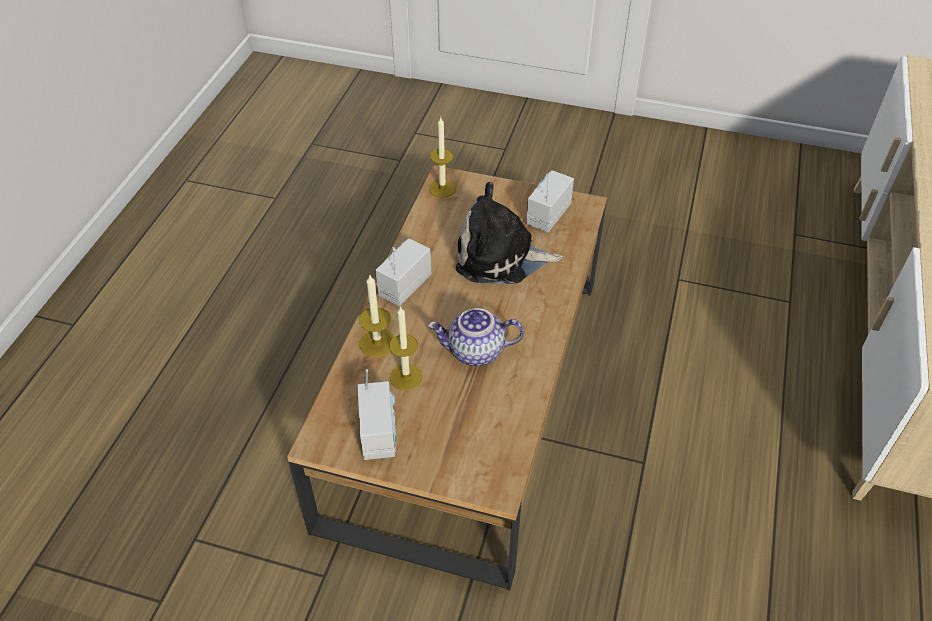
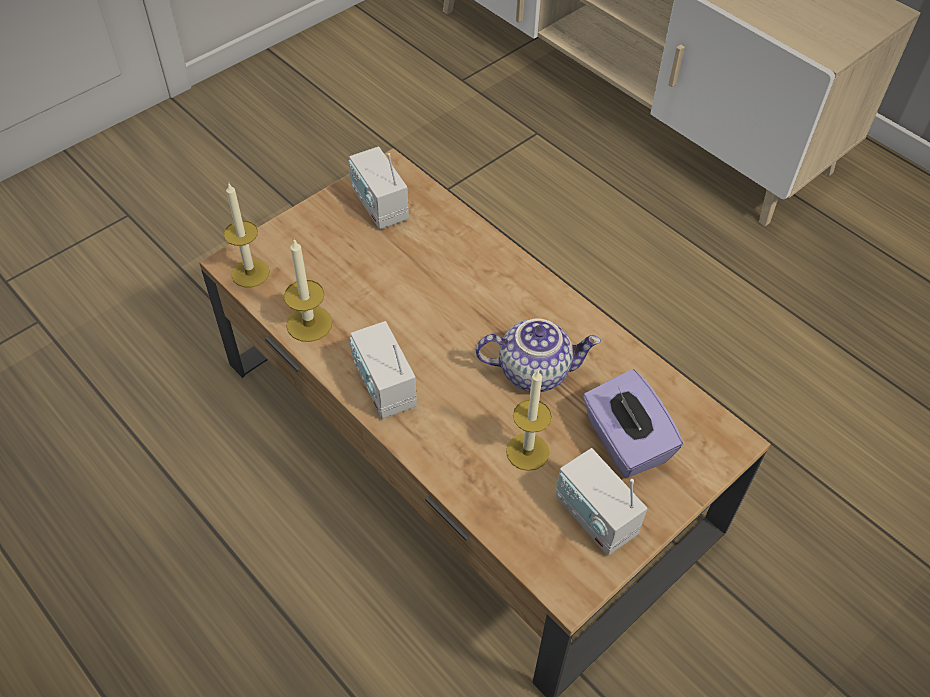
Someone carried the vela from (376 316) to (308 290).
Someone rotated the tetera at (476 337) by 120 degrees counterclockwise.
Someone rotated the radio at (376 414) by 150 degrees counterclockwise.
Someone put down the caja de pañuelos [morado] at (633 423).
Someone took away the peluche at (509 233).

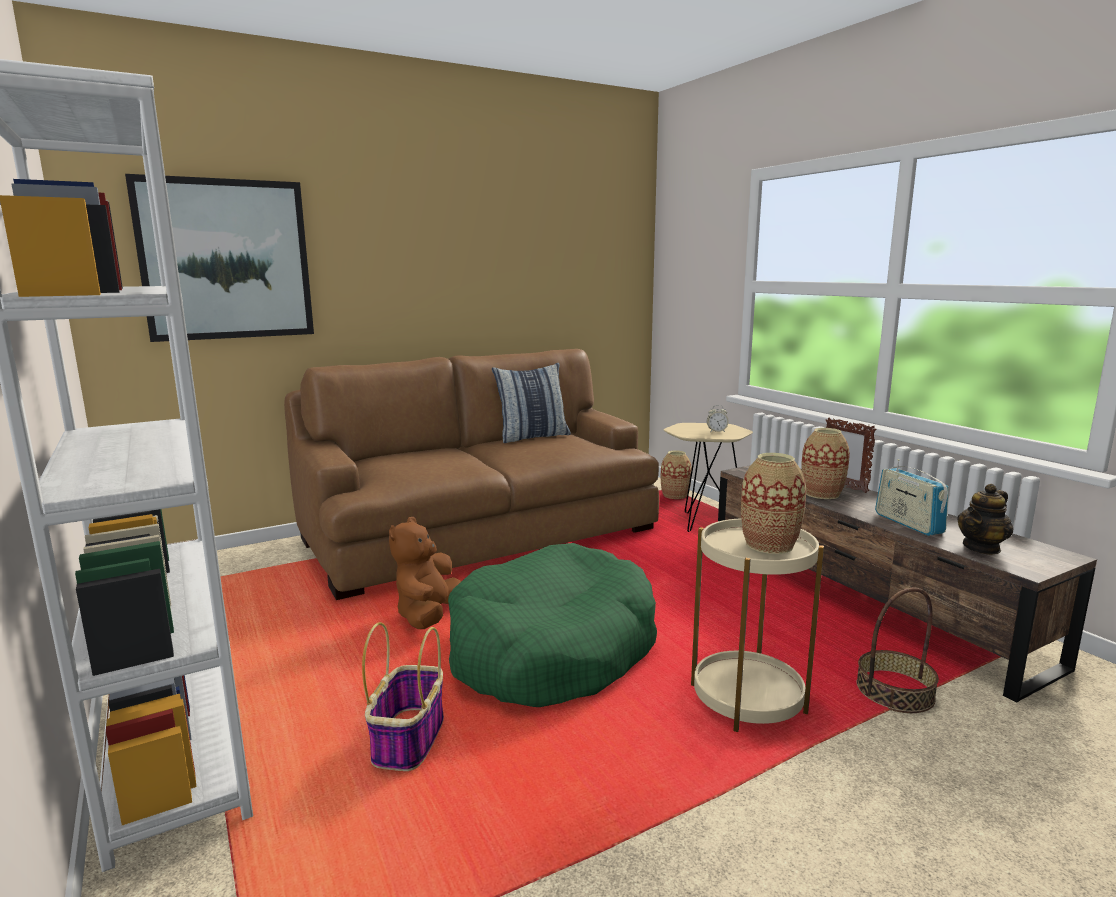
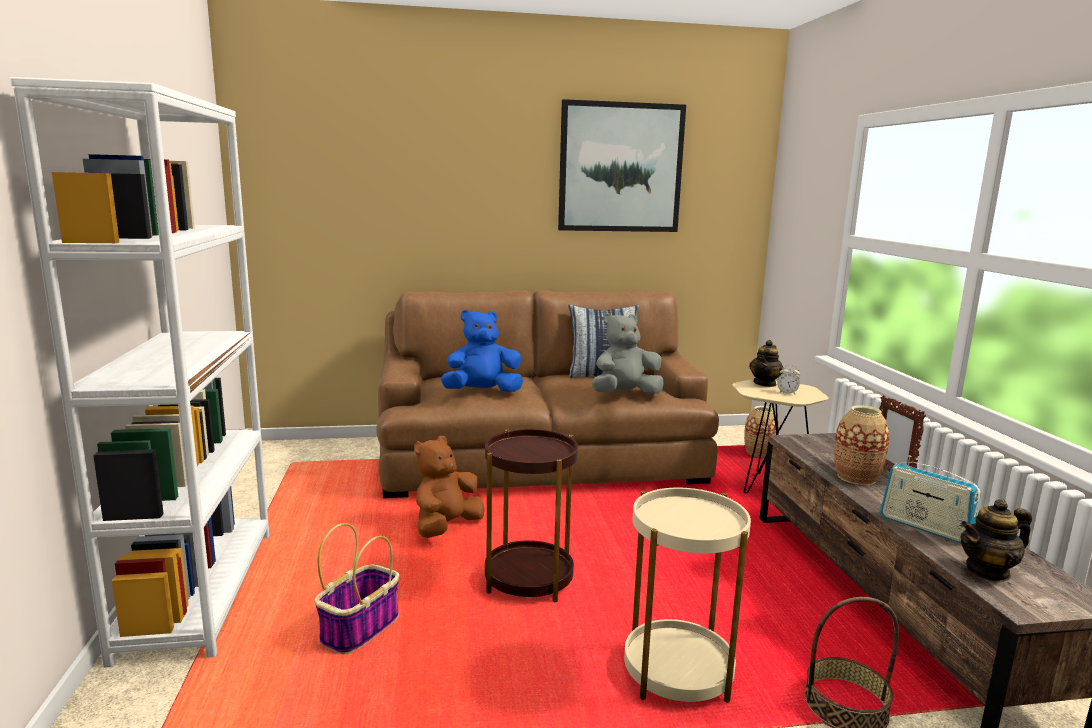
Someone put down the peluche [azul] at (482 351).
Someone swapped the cama para perro [verde] at (552 625) for the mesa auxiliar [marrón] at (531 516).
Someone carried the cuadro from (219 258) to (622 165).
Someone put down the peluche [gris] at (628 353).
Someone put down the tetera at (766 363).
Someone rotated the radio at (912 497) by 45 degrees counterclockwise.
Someone took away the florero at (773 503).

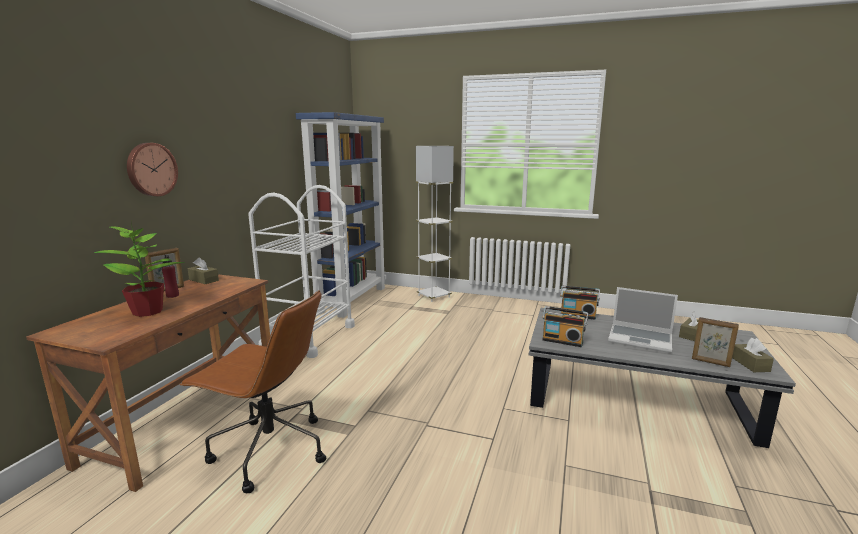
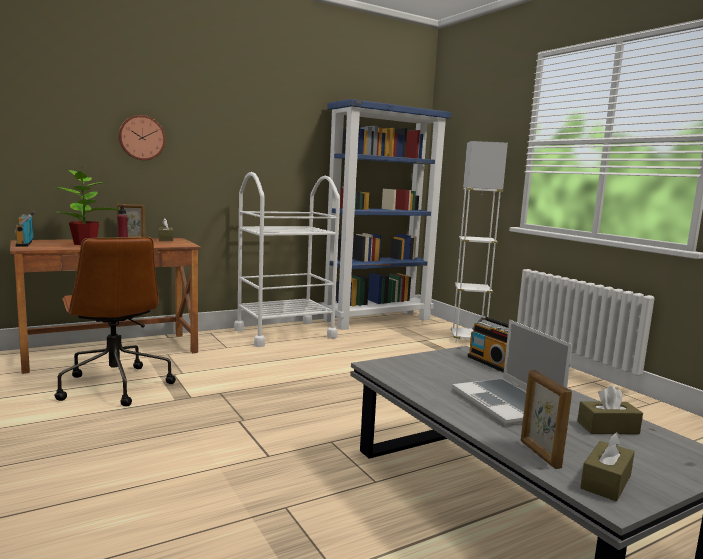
Someone carried the radio from (565 326) to (25 229).

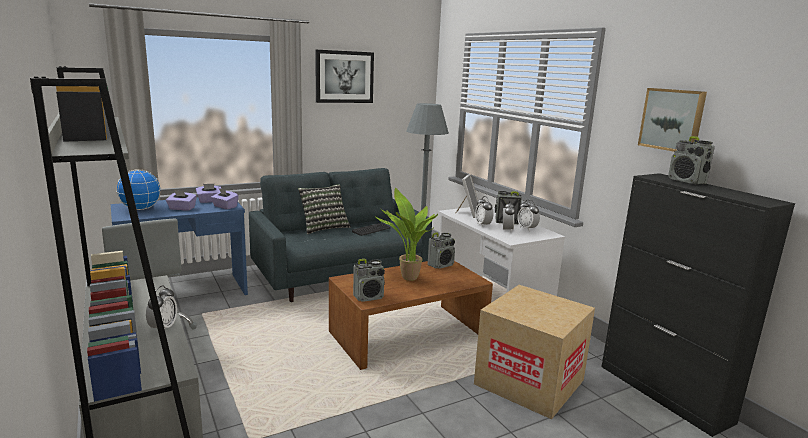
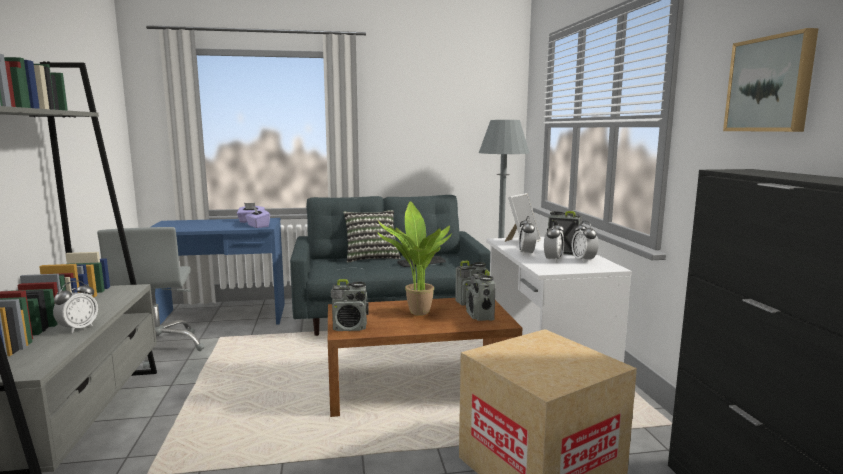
Someone carried the radio from (691 160) to (481 295).
Someone took away the globo terráqueo at (138 189).
Someone took away the caja de pañuelos [morado] at (181 200).
Someone took away the cuadro at (344 76).

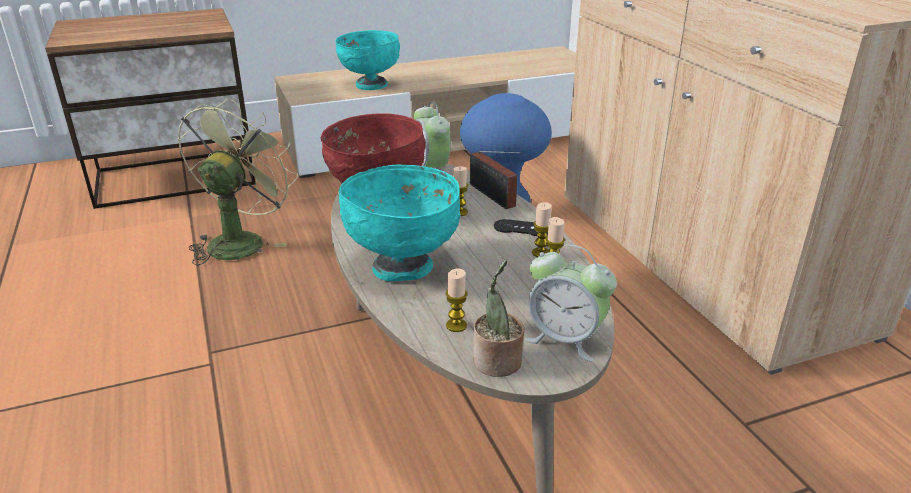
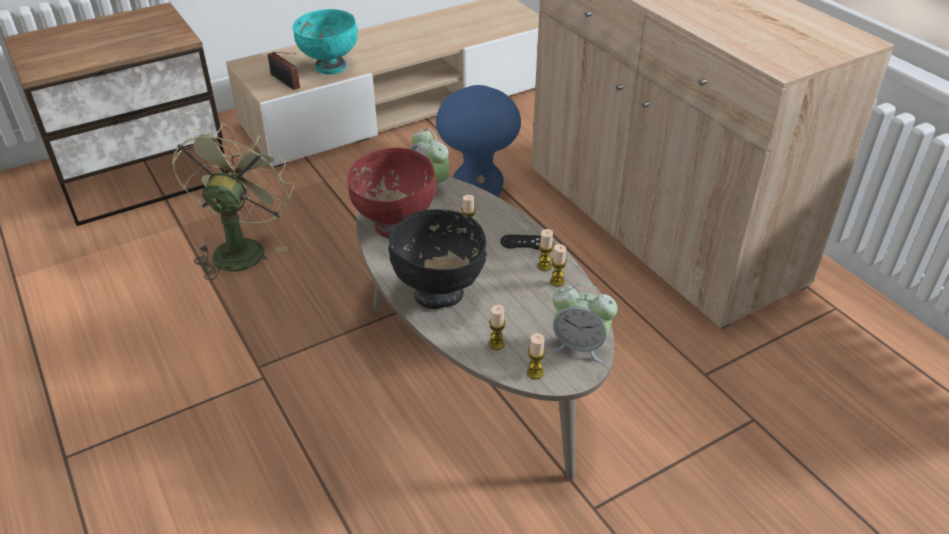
Someone carried the radio from (495 180) to (283 71).
Someone repainted the cuenco [turquesa] at (400 223), which became the cuenco [negro] at (437 259).
Someone swapped the planta en maceta at (499 318) for the vela at (536 356).

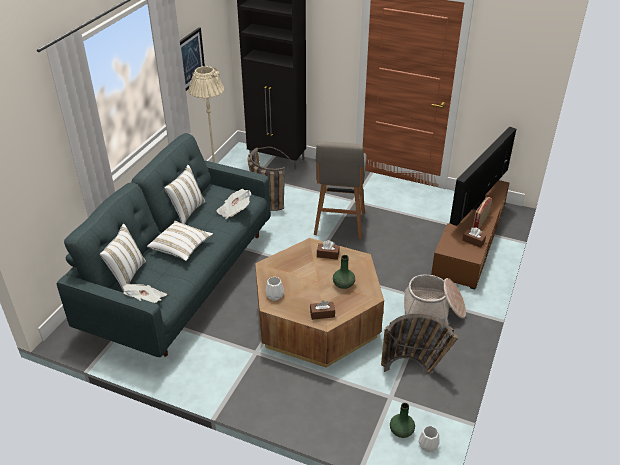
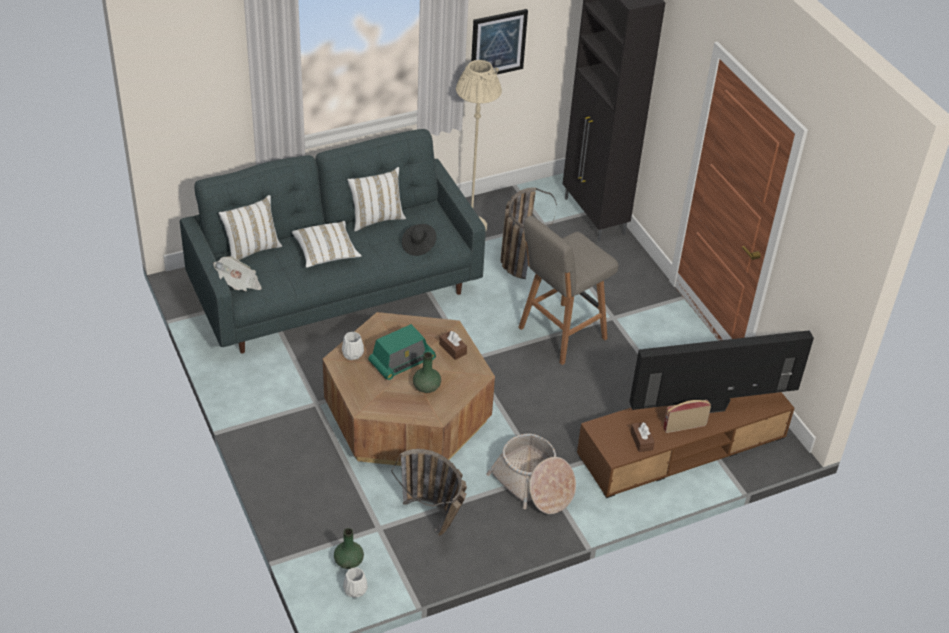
Someone put down the radio at (402 352).
Someone swapped the periódico at (234 204) for the sombrero [negro] at (419 240).
Someone took away the caja de pañuelos [marrón] at (322 310).

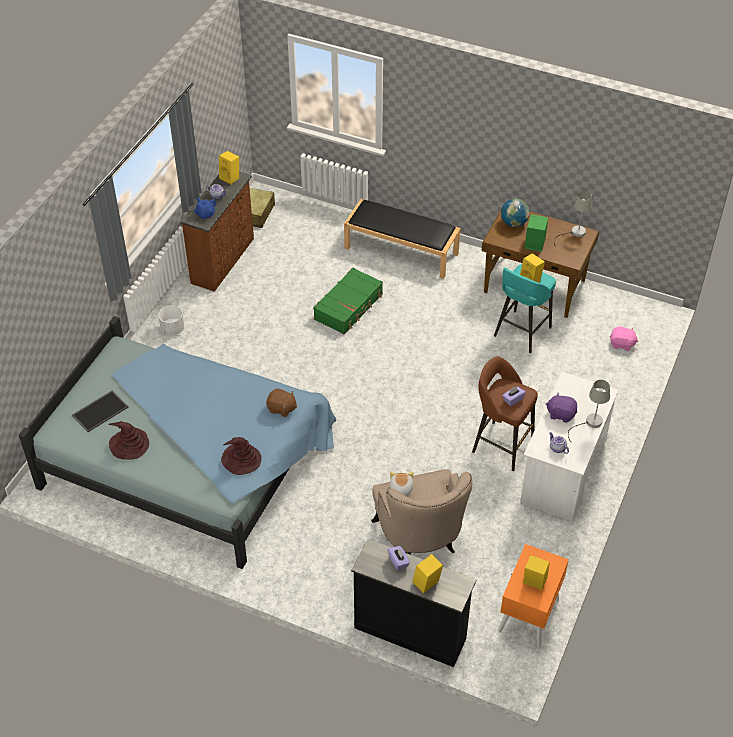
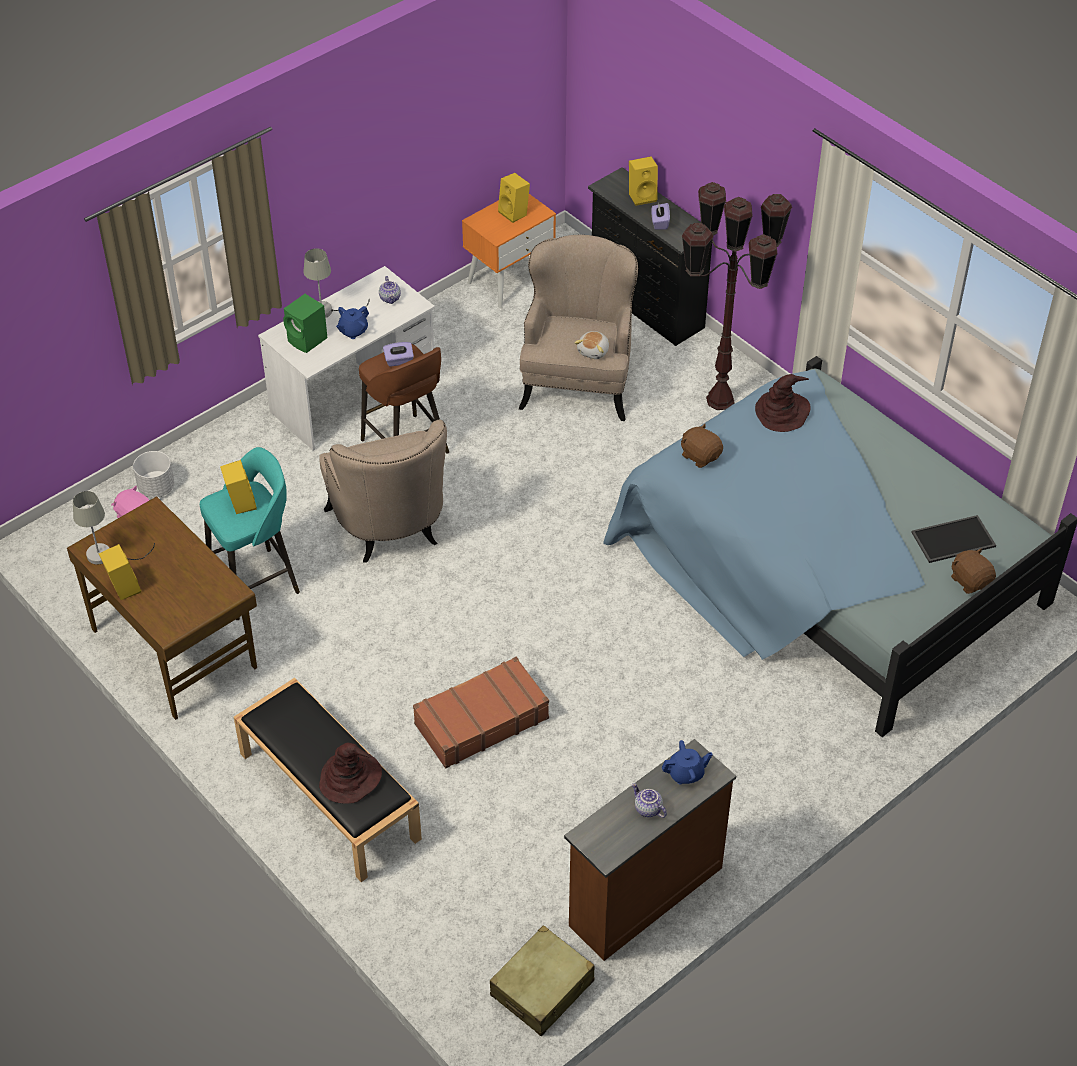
Someone carried the altavoz [amarillo] from (229 168) to (120 572).
Someone carried the maceta [blanco] from (171 320) to (153 474).
Someone carried the altavoz [verde] from (536 233) to (305 323).
Someone put down the sillón [beis] at (383 491).
Someone carried the sombrero [marrón] from (129 440) to (350 773).
Someone swapped the peluche [morado] at (561 408) for the tetera [azul] at (352 322).
Someone repainted the maleta [verde] at (348 301), which became the maleta [marrón] at (481 712).
Someone put down the lámpara de pie [marrón] at (736 296).
Someone put down the peluche [marrón] at (973 571).
Someone took away the globo terráqueo at (515 212).

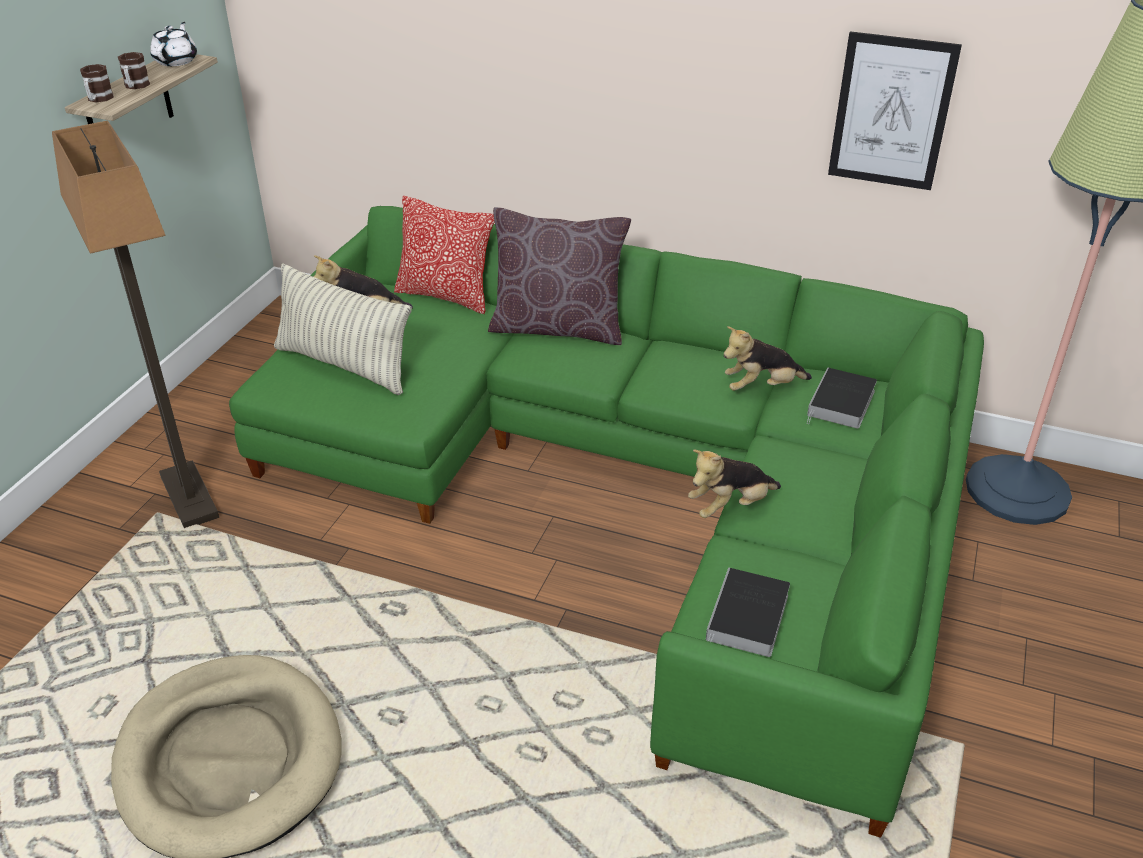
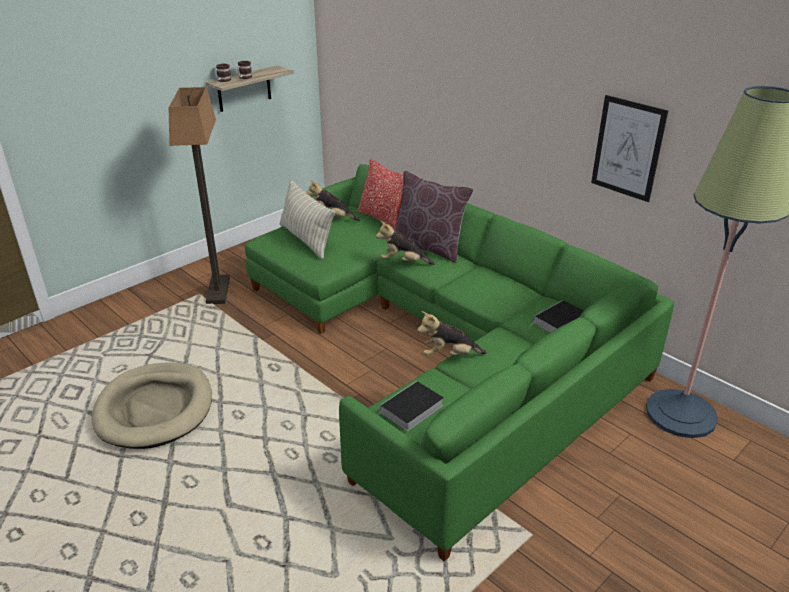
Someone carried the peluche from (768 358) to (405 243).
Someone took away the tetera [blanco] at (173 44).

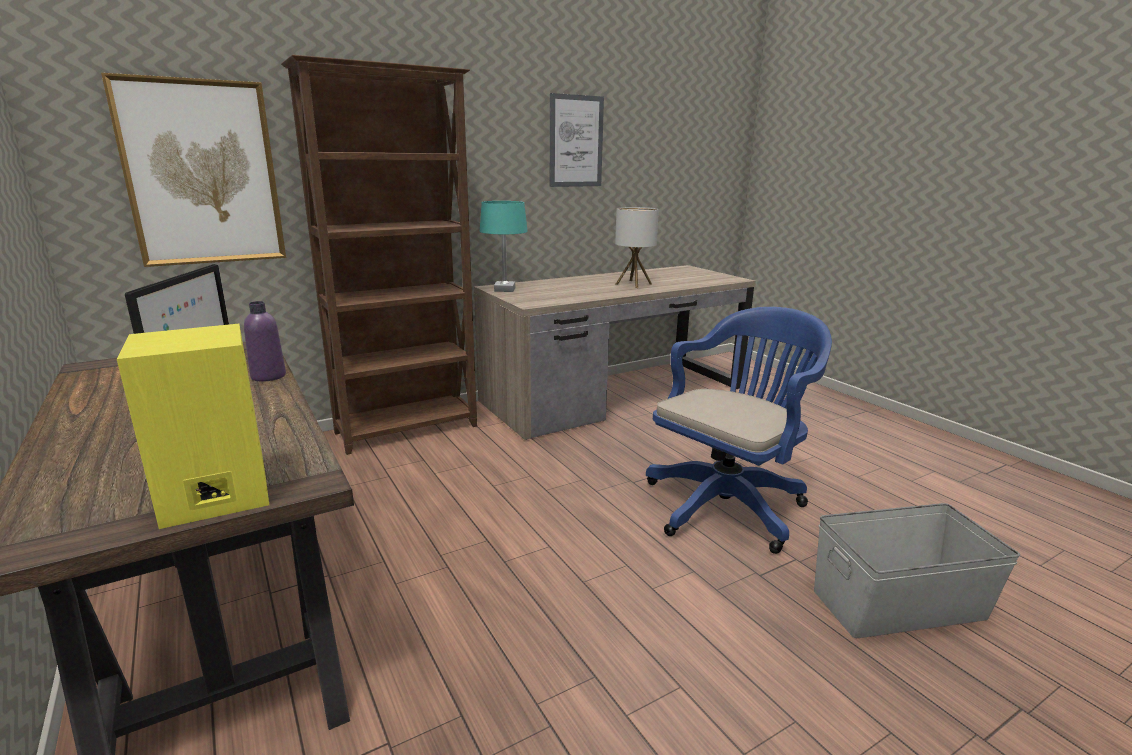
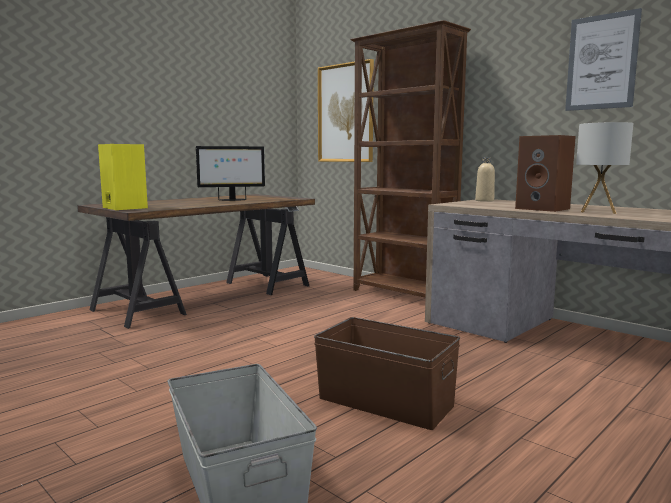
Someone swapped the silla de oficina [azul] at (739 430) for the caja de almacenaje [marrón] at (387 373).
Someone swapped the lámpara de mesa [turquesa] at (504 246) for the botella [beis] at (485 180).
Someone put down the altavoz [marrón] at (545 173).
Someone took away the botella [morado] at (265 341).

